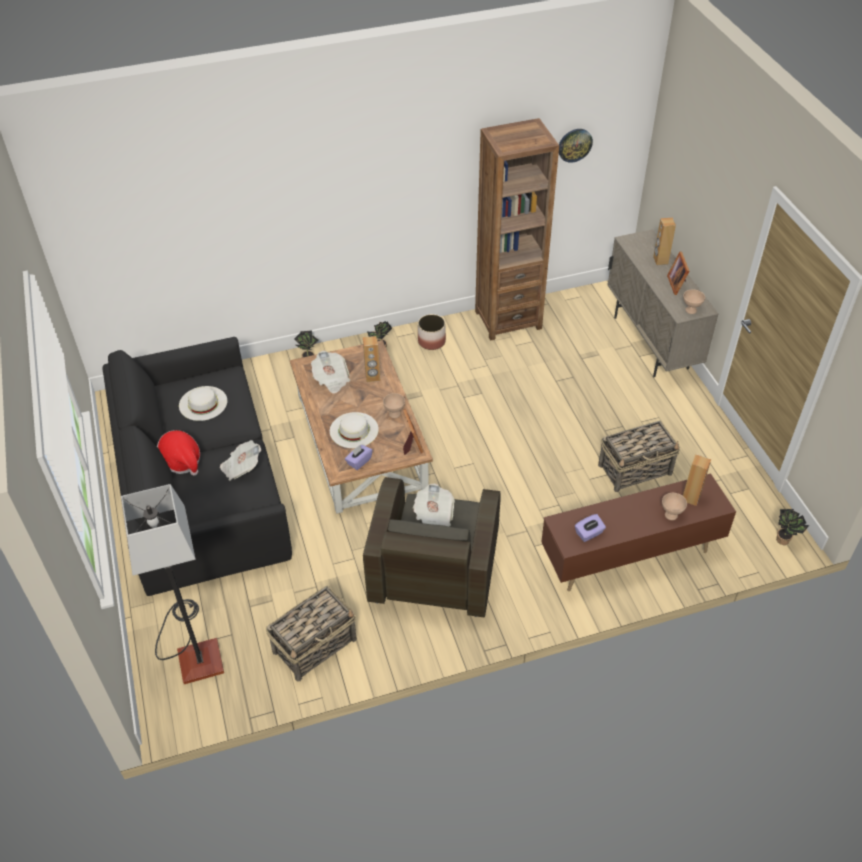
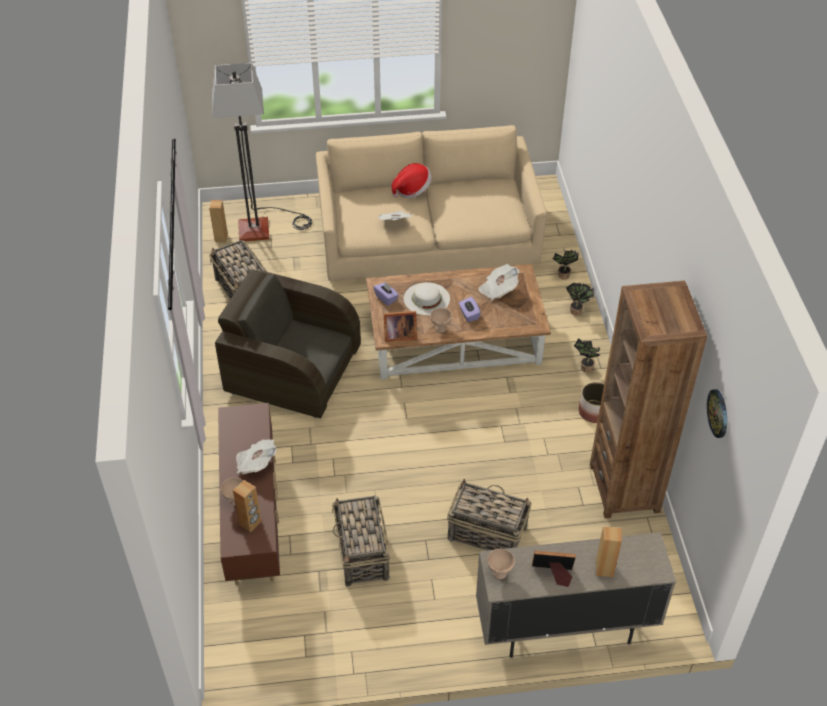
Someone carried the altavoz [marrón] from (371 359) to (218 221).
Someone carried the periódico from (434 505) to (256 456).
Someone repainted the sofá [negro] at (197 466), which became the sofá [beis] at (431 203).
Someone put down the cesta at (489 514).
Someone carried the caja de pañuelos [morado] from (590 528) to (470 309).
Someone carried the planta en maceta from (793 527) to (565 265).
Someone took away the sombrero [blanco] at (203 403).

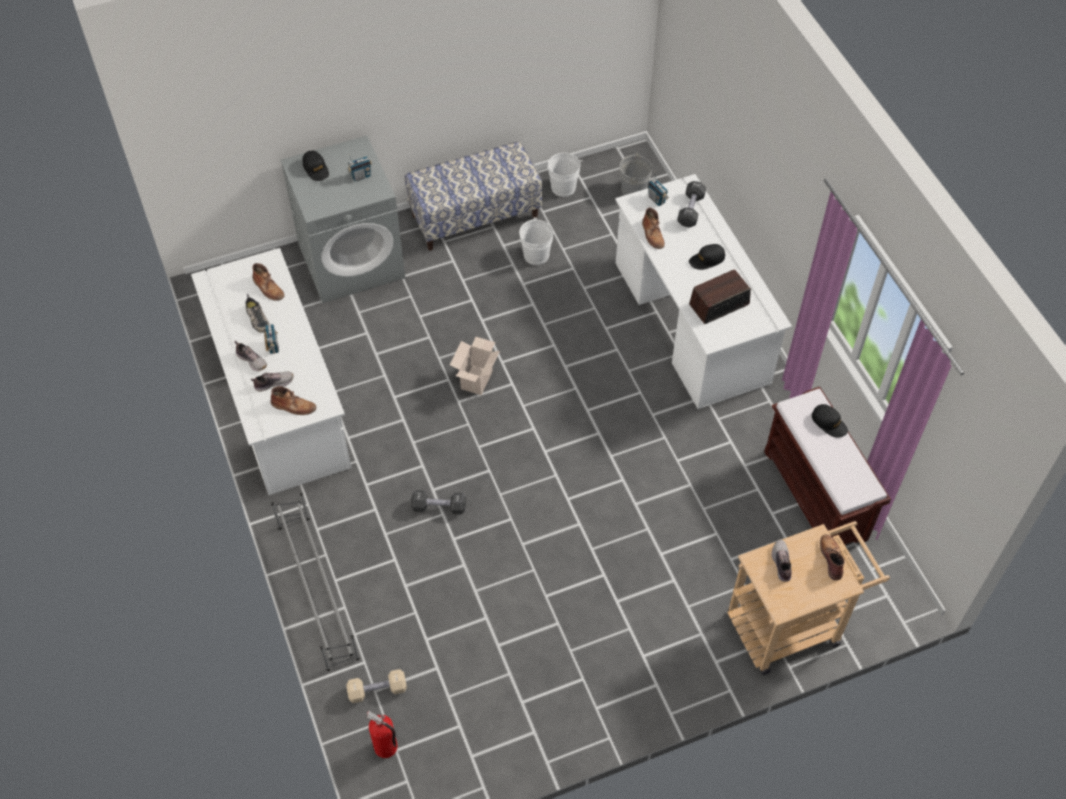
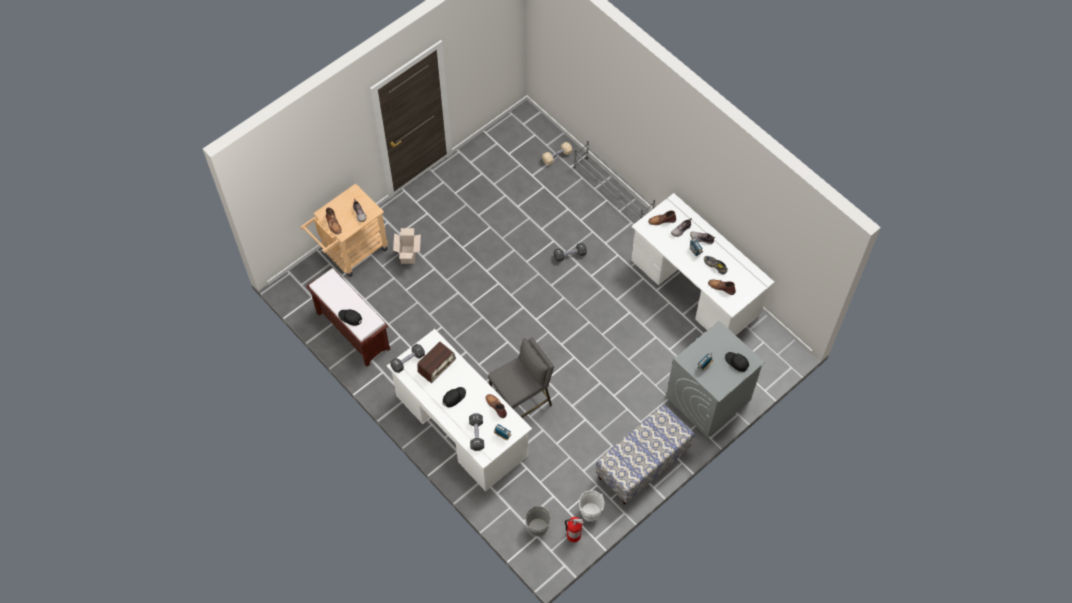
Someone put down the mancuerna [negro] at (407 358).
Someone carried the caja de cartón from (475 366) to (407 246).
Someone put down the taburete [gris] at (521 377).
Someone carried the extintor from (382 734) to (574 529).
Someone took away the cubo [blanco] at (536 241).

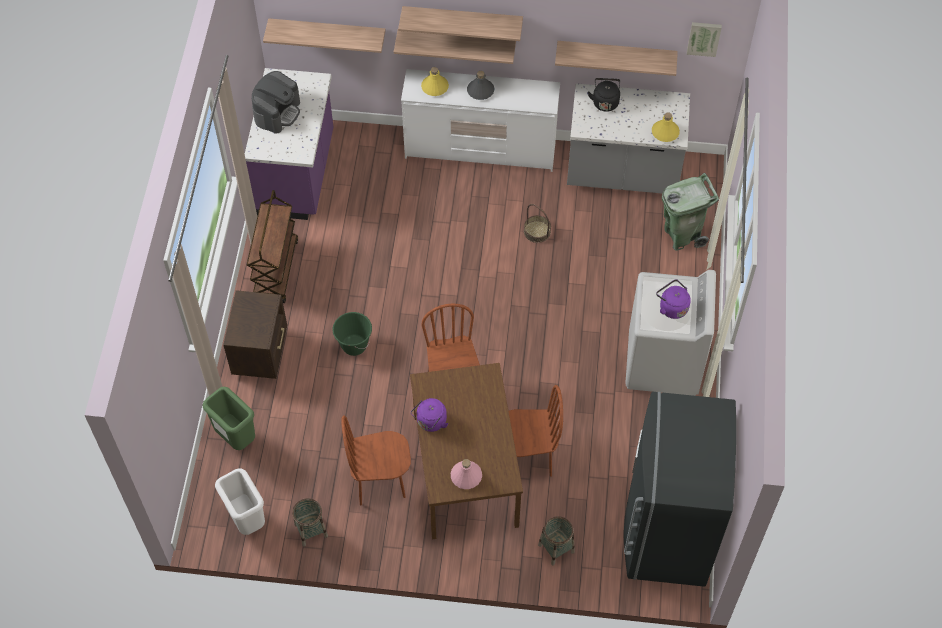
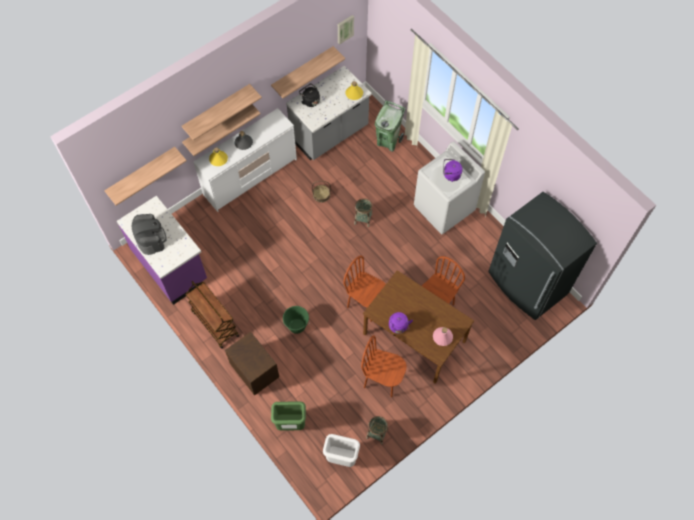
Someone carried the cesta from (556 540) to (363 212).
Someone rotated the silla [marrón] at (376 460) by 75 degrees clockwise.

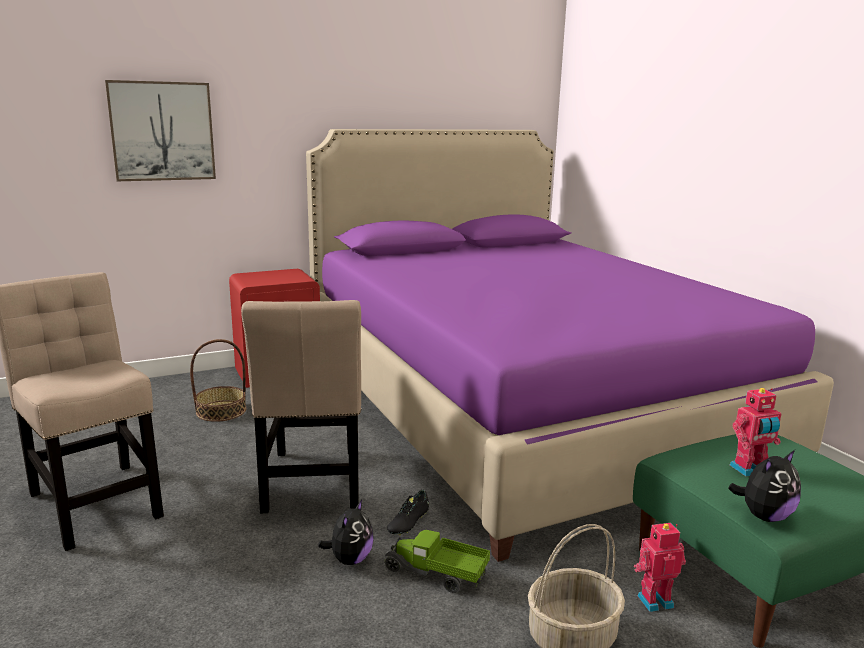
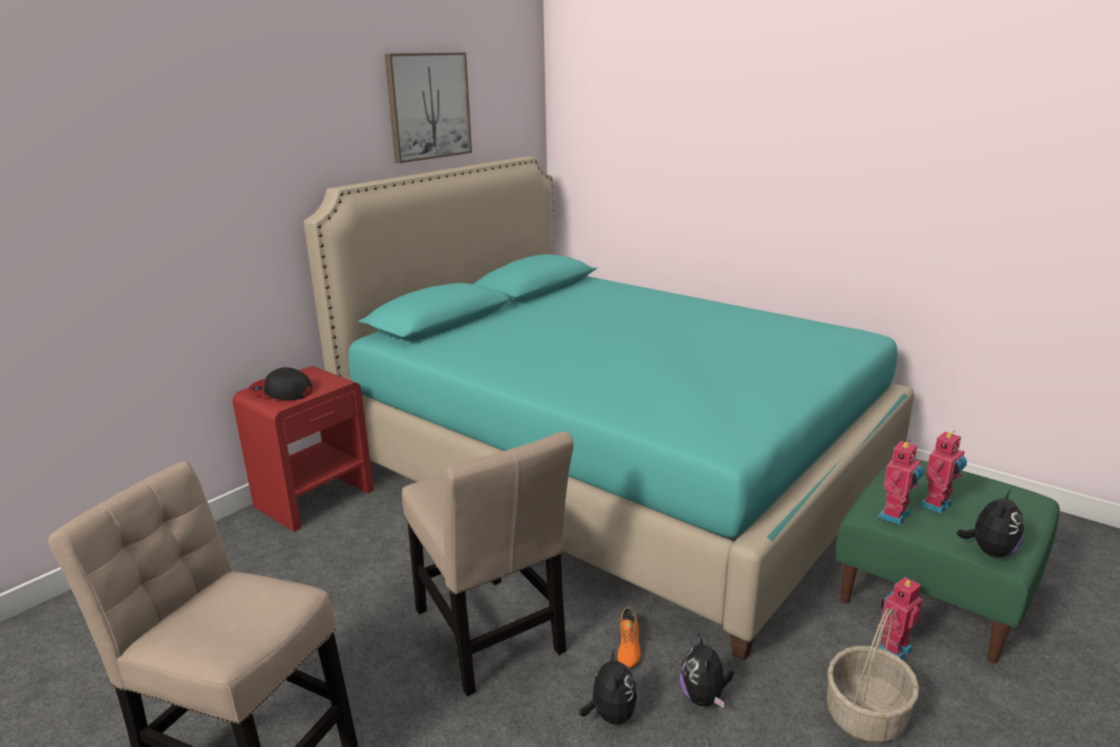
Someone put down the gorra at (280 383).
Someone repainted the cama [morado] at (570 345), which became the cama [turquesa] at (609 408).
Someone carried the cuadro from (160 130) to (428 107).
Someone repainted the zapato [negro] at (408 512), which became the zapato [naranja] at (629 638).
Someone swapped the camión de juguete at (437 561) for the peluche at (707 670).
Someone put down the robot de juguete at (901 482).
Someone took away the cesta at (218 380).

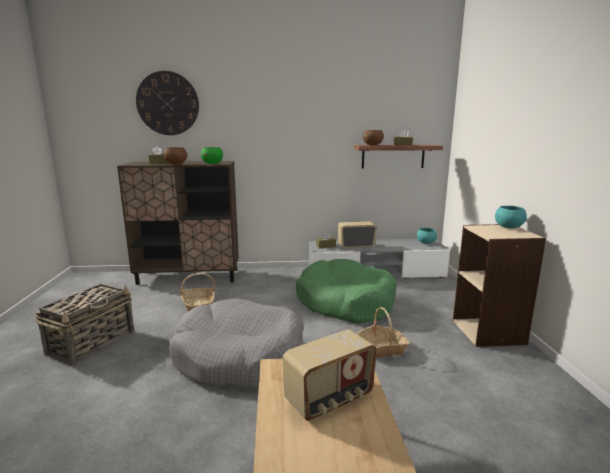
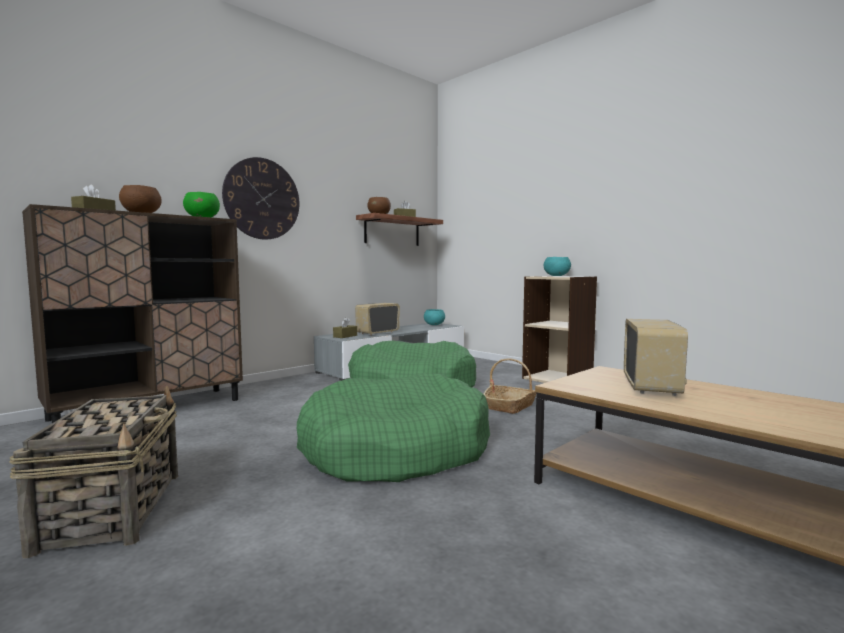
Someone carried the reloj de pared from (167 103) to (261 198).
Someone repainted the cama para perro [gris] at (236 344), which became the cama para perro [verde] at (393 427).
Someone took away the cesta at (198 292).

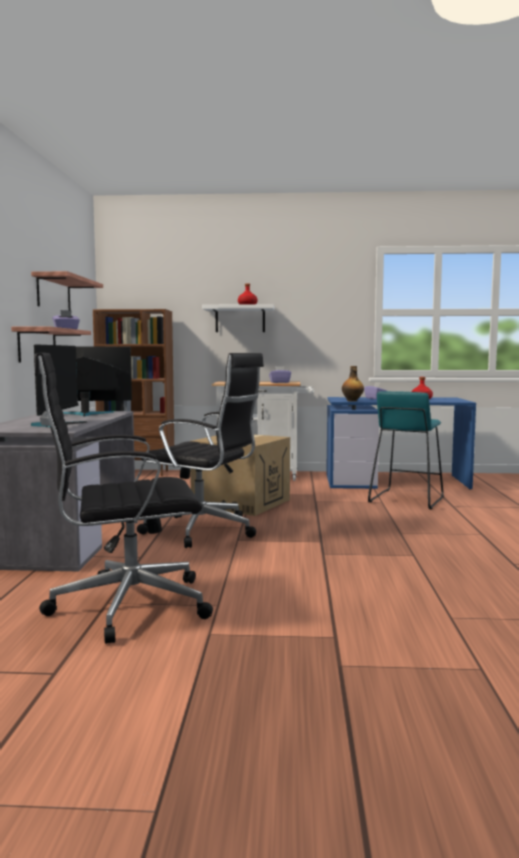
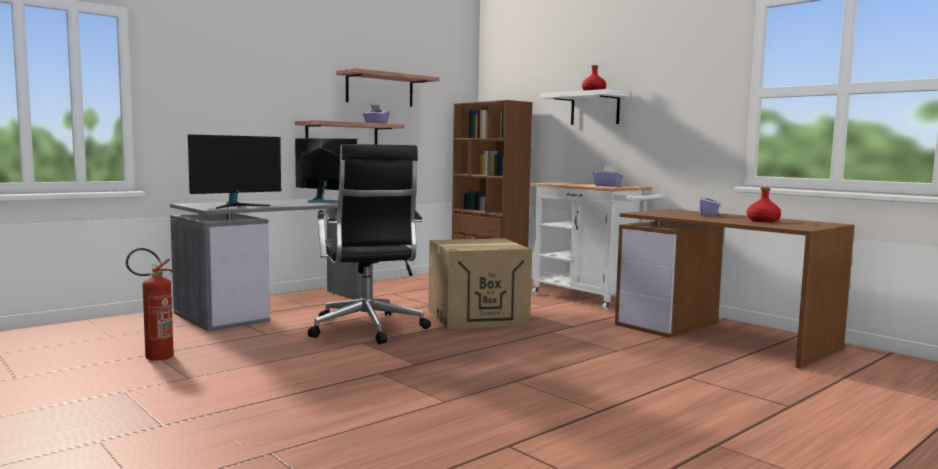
Someone swapped the silla de oficina [negro] at (123 498) for the extintor at (150 304).
Someone repainted the escritorio [azul] at (401 443), which became the escritorio [marrón] at (734 289).
Someone took away the botella at (353 384).
Someone took away the taburete [turquesa] at (406 450).

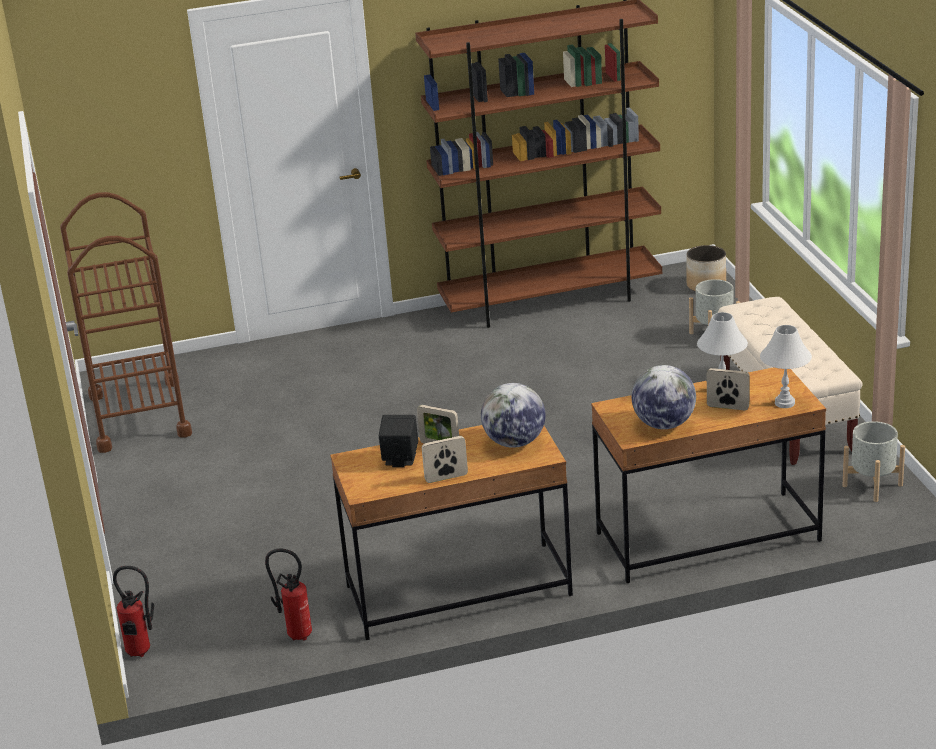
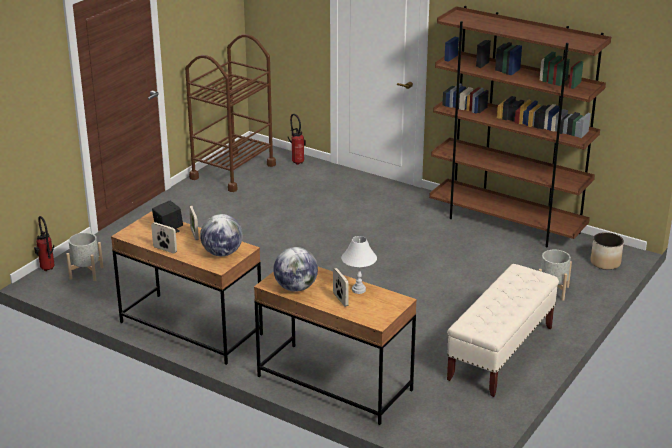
Someone carried the maceta [gris] from (873 461) to (85 257).
Someone carried the extintor from (288 594) to (297 139).
Someone took away the lámpara de mesa [blanco] at (786 366).

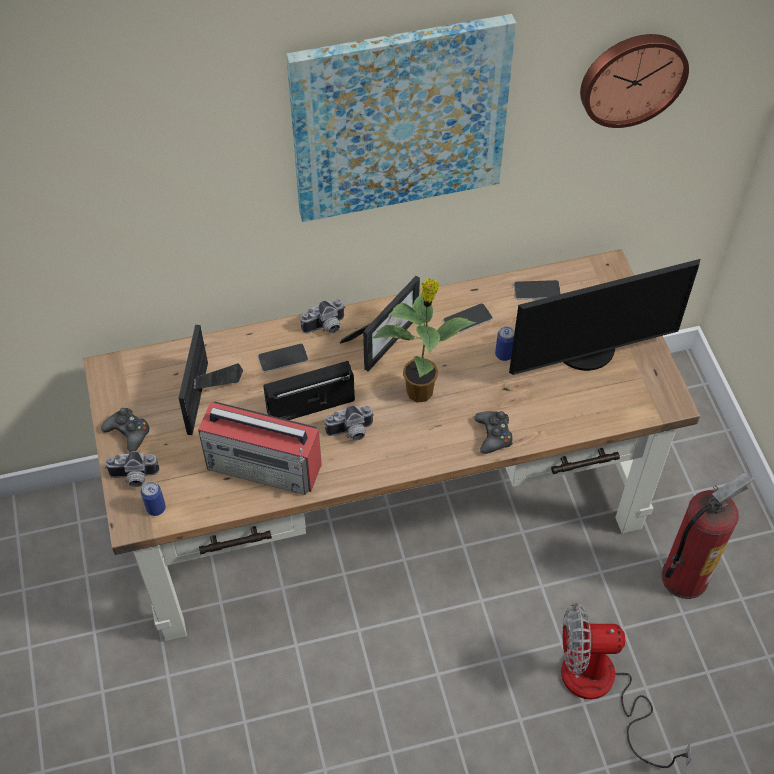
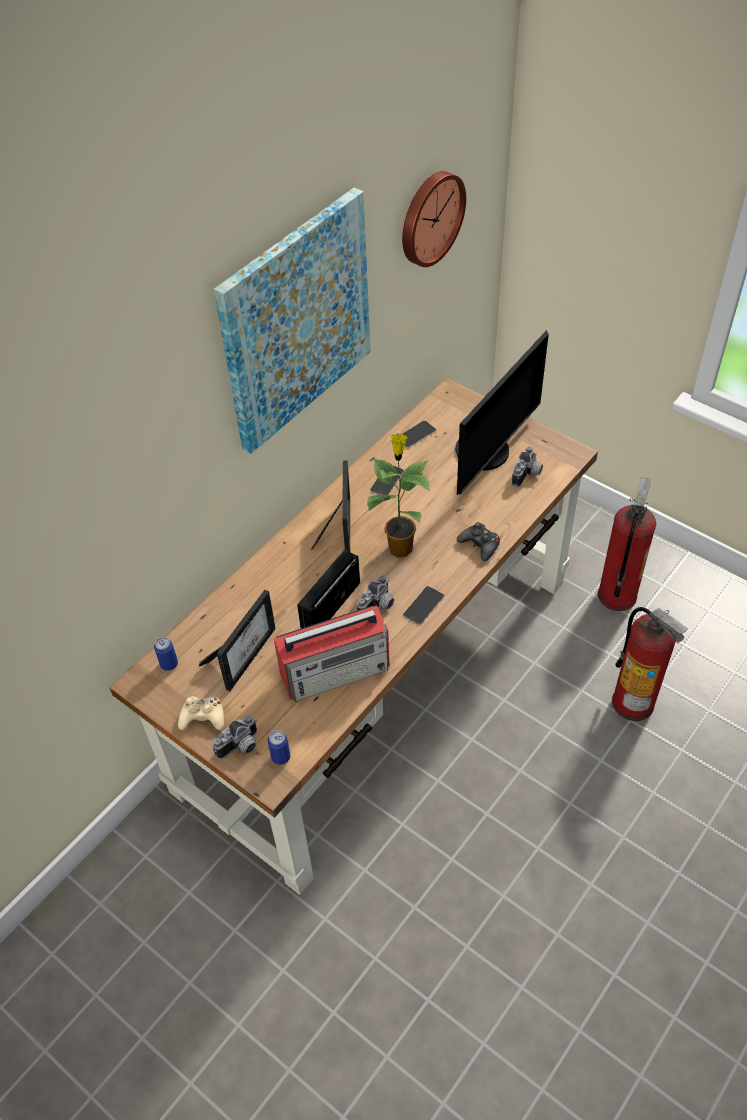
Someone carried the lata from (505 343) to (166 654).
Someone repainted the mando de consola [negro] at (125 430), which became the mando de consola [beis] at (201 713).
Someone rotated the portarretratos at (210 380) by 120 degrees counterclockwise.
Someone carried the móvil from (283 358) to (424 605).
Someone carried the cámara from (323 316) to (527 466).
Someone swapped the ventilador at (626 685) for the extintor at (650 664).

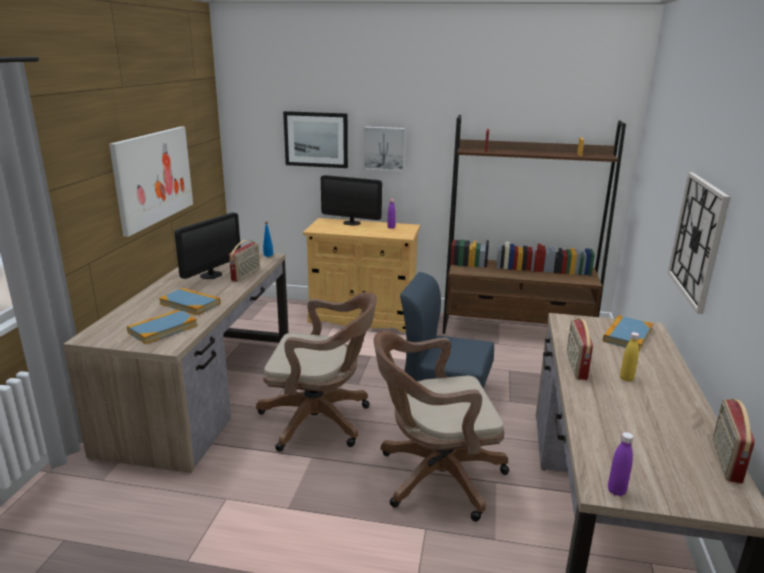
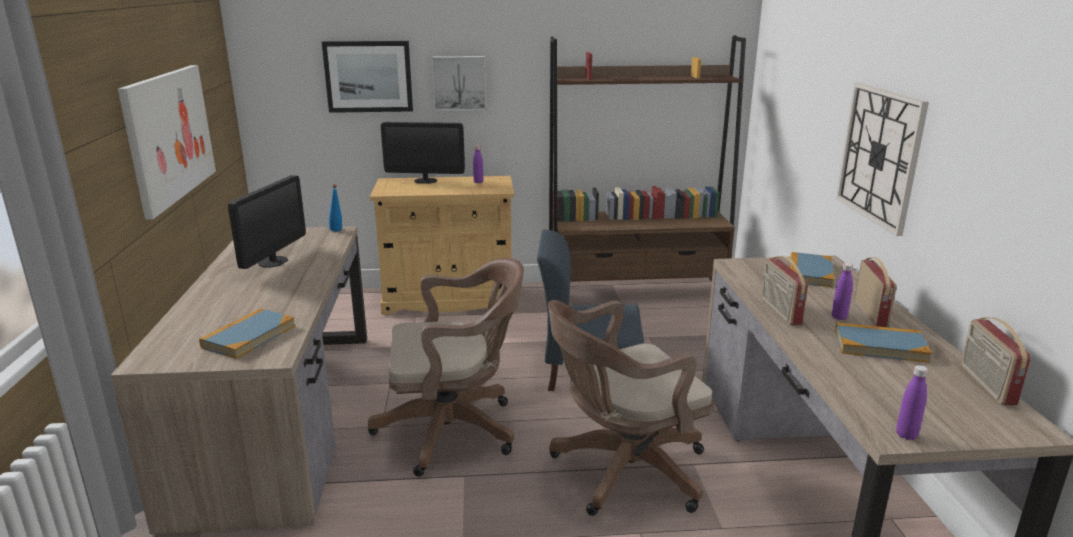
Someone repainted the botella [amarillo] at (629 357), which became the botella [morado] at (842 291).
Someone carried the libro from (190 301) to (883 343).
Someone carried the radio from (244 261) to (876 292).

